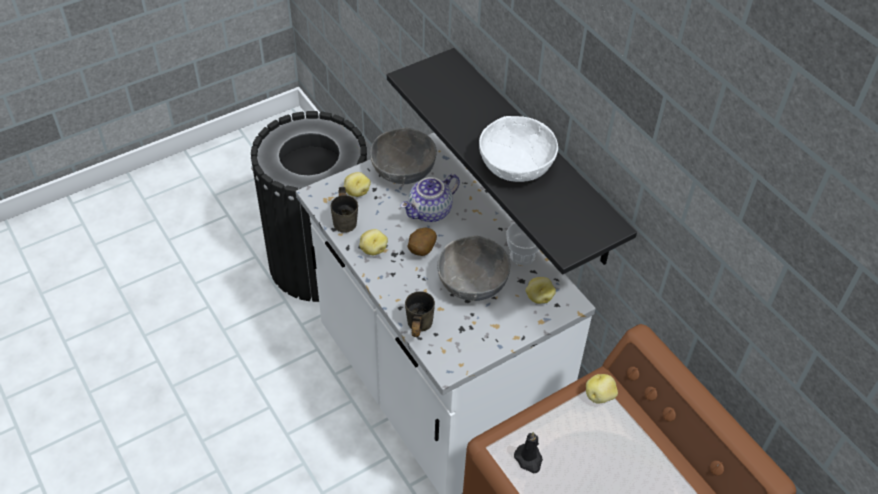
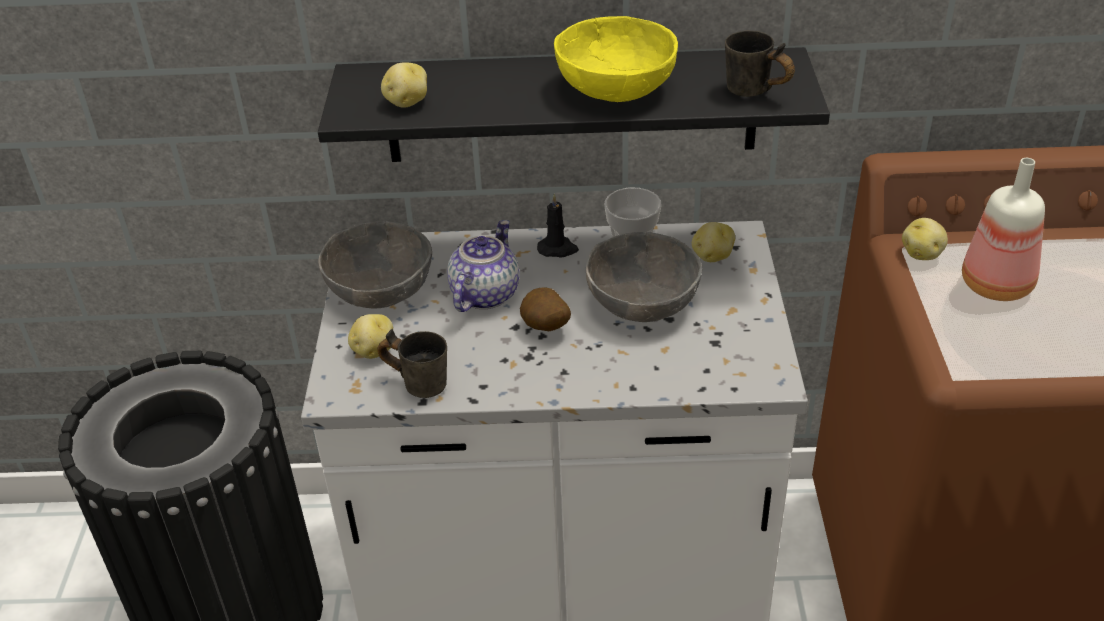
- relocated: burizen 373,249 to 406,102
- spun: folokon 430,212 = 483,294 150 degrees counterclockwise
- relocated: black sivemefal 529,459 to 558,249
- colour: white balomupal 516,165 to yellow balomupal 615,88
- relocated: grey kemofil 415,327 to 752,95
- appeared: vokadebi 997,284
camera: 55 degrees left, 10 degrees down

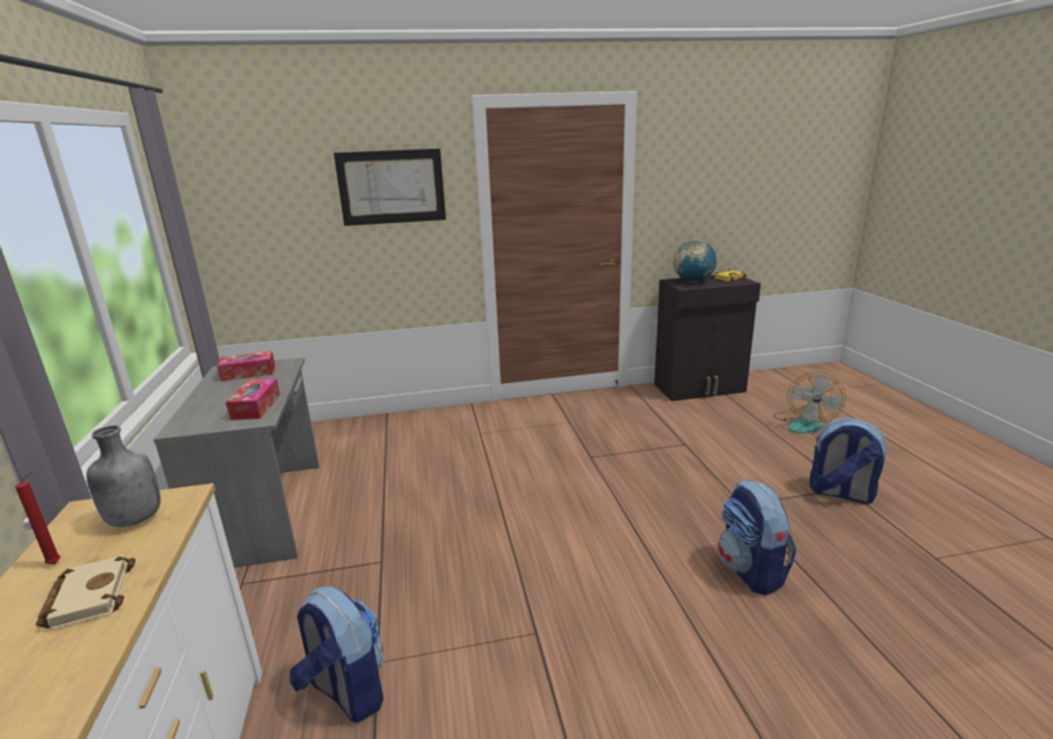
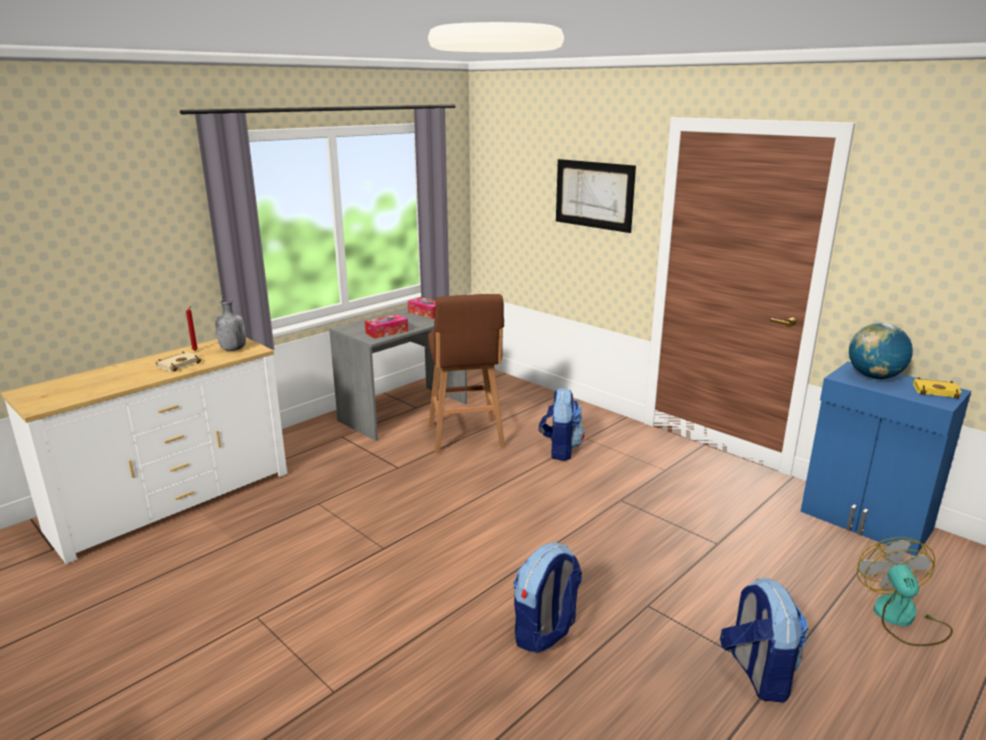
- appeared: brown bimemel 465,437
- relocated: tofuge 345,692 to 560,450
- colour: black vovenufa 700,388 to blue vovenufa 865,522
- spun: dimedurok 804,423 = 901,618 105 degrees clockwise
camera: 55 degrees right, 0 degrees up

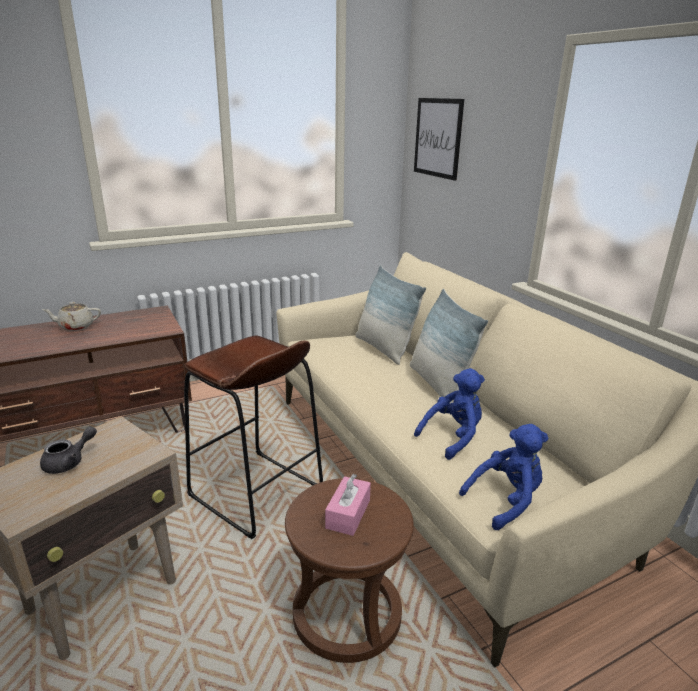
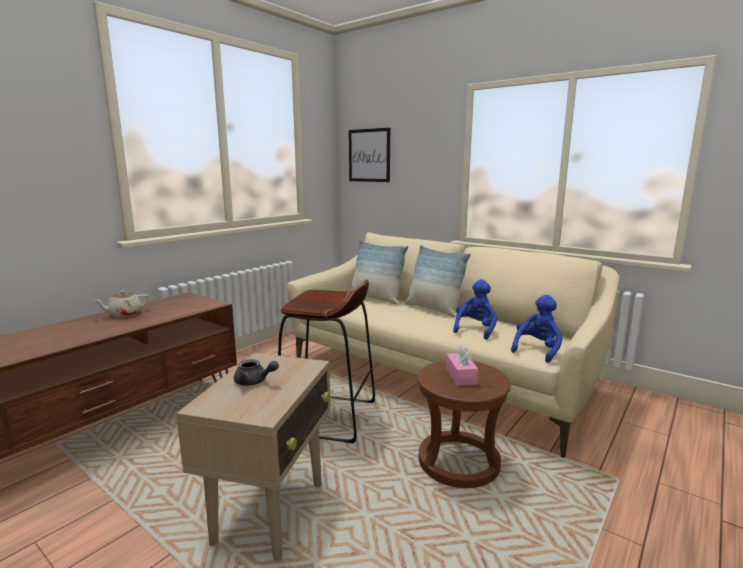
- spun: grey folokon 69,462 = 254,382 90 degrees clockwise
camera: 25 degrees left, 10 degrees down

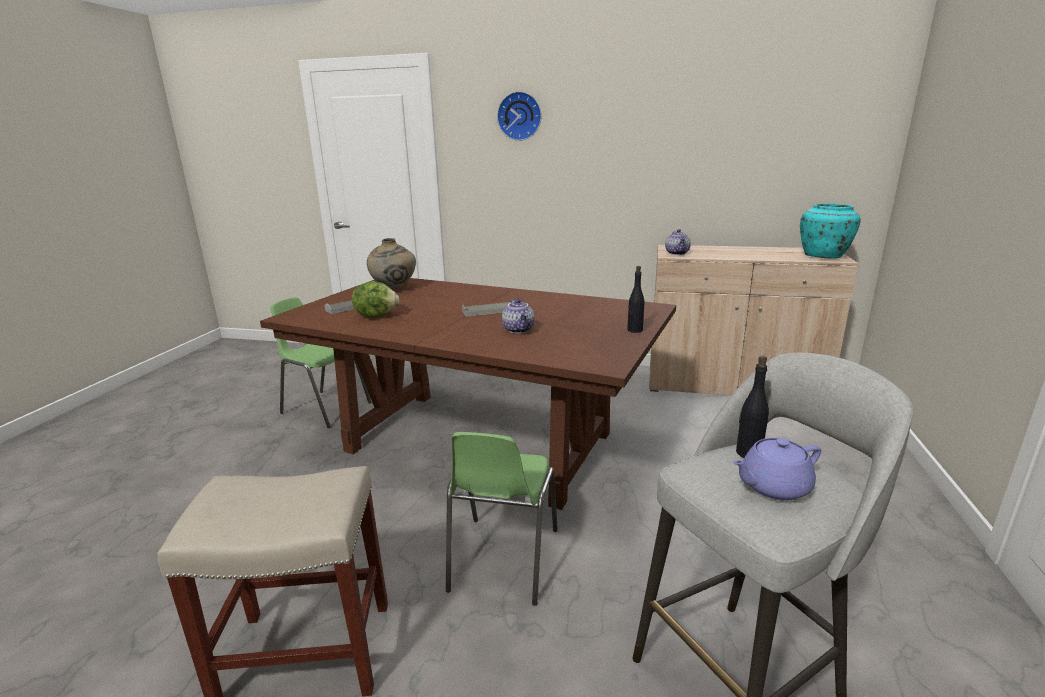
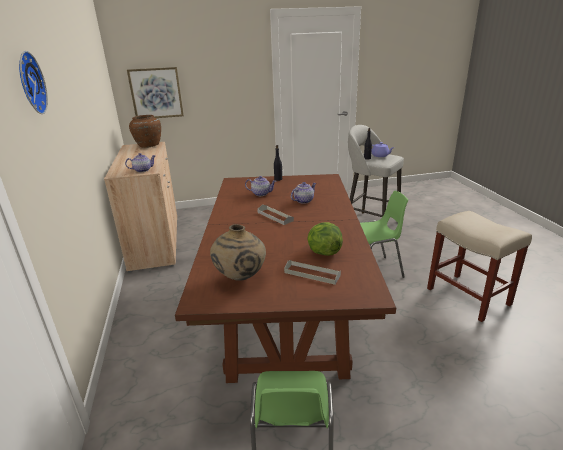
- appeared: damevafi 156,93
- colour: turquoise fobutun 824,256 to brown fobutun 148,145
- appeared: folokon 261,193
camera: 115 degrees left, 5 degrees up

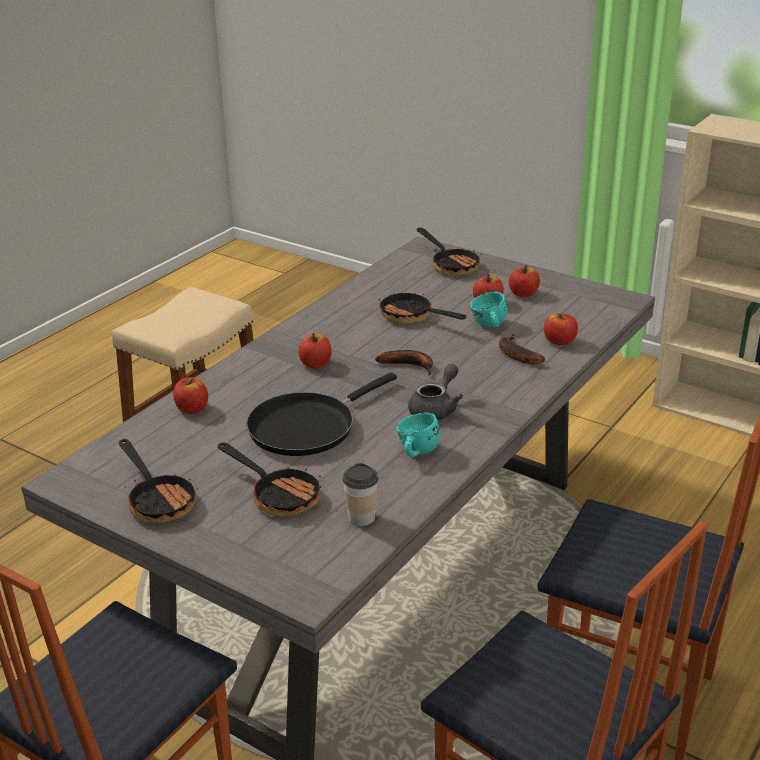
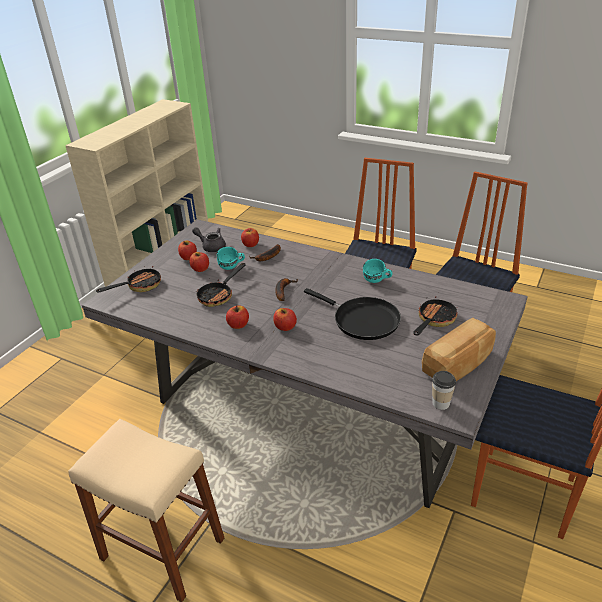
- relocated: grey folokon 436,409 to 211,246
- relocated: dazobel 192,409 to 238,325
- exchanged: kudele 158,500 to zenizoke 459,365
- relocated: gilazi 361,518 to 441,403
camera: 95 degrees left, 5 degrees up

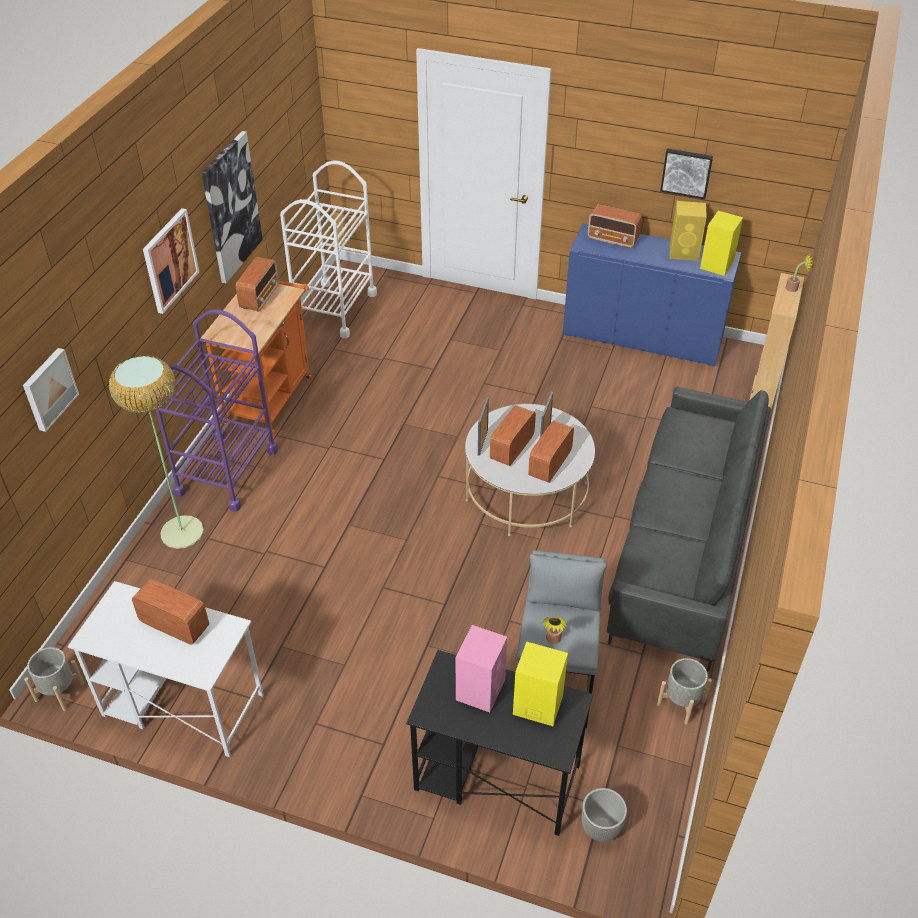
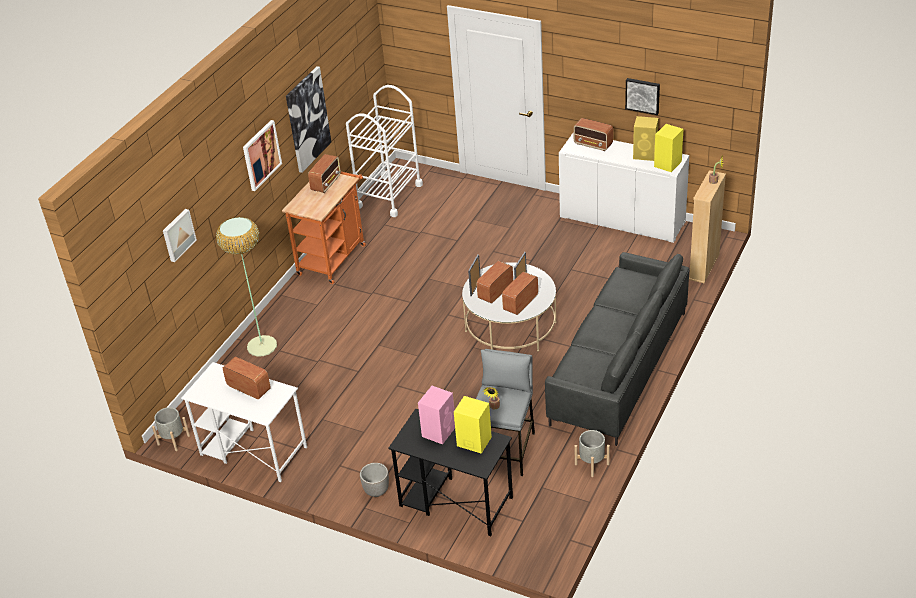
- relocated: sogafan 601,829 to 377,491
- colour: blue vovenufa 642,337 to white vovenufa 622,220
- missing: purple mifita 226,471
camera: 10 degrees right, 5 degrees down

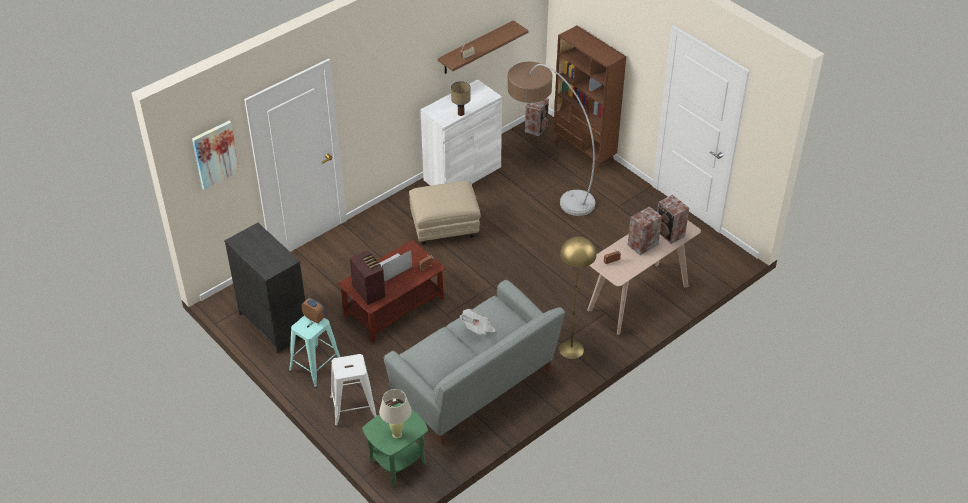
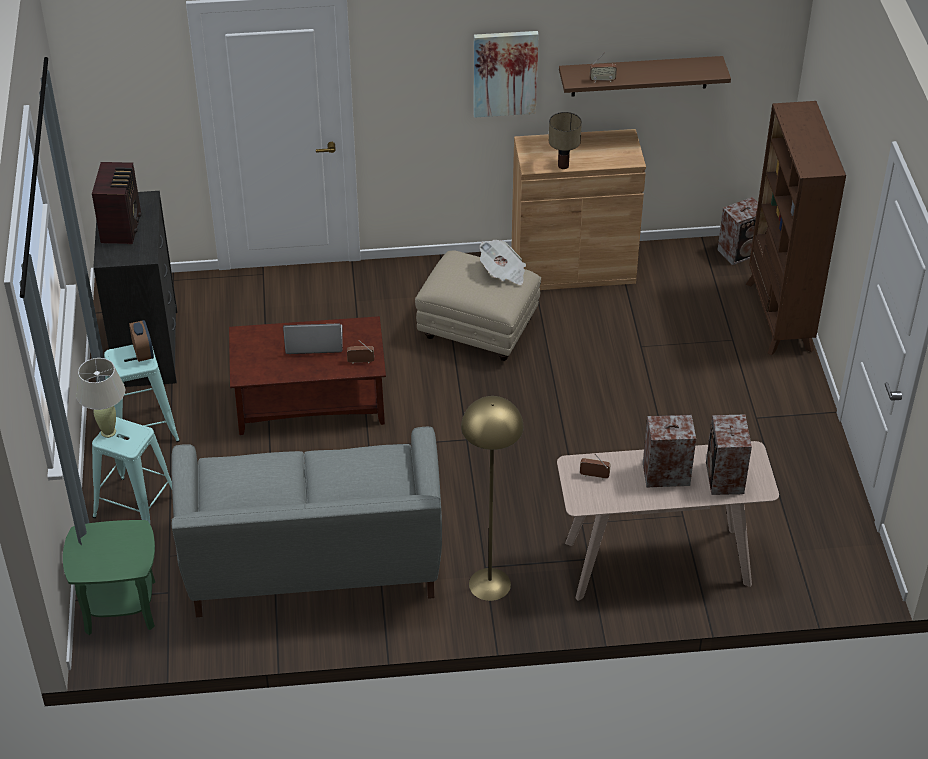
- relocated: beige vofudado 397,434 to 108,432
- relocated: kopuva 369,291 to 122,227
- colour: white bimemel 353,408 to turquoise bimemel 136,506
- relocated: damevafi 215,154 to 505,73
- relocated: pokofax 477,328 to 503,272
- colour: white vovenufa 462,173 to brown vovenufa 573,268
- missing: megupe 547,178
camera: 35 degrees right, 0 degrees up

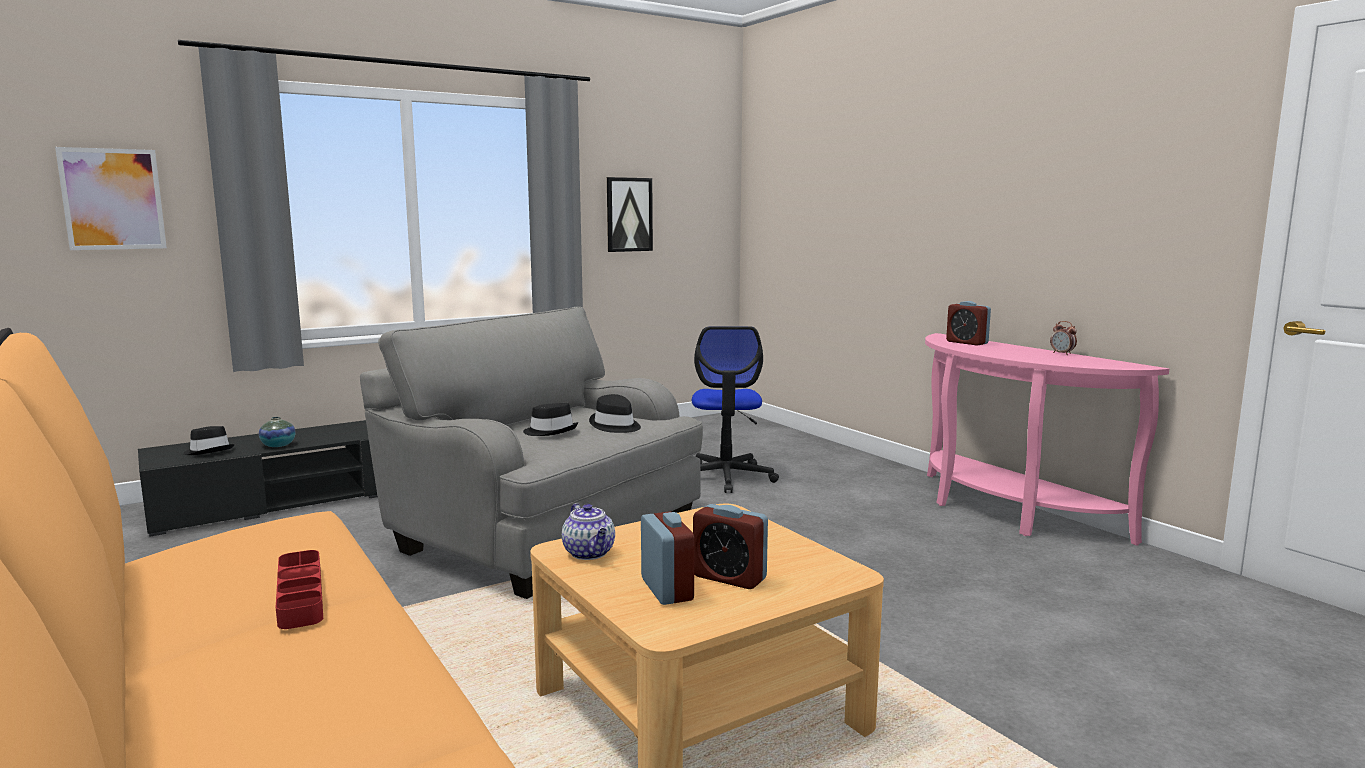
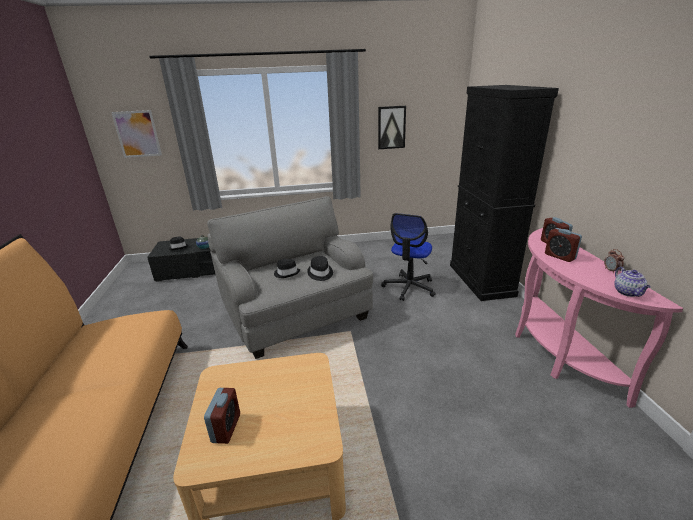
- appeared: black vovenufa 481,280
- relocated: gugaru 729,577 to 559,256
- relocated: folokon 590,553 to 628,292
- missing: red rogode 300,595
camera: 25 degrees right, 15 degrees up

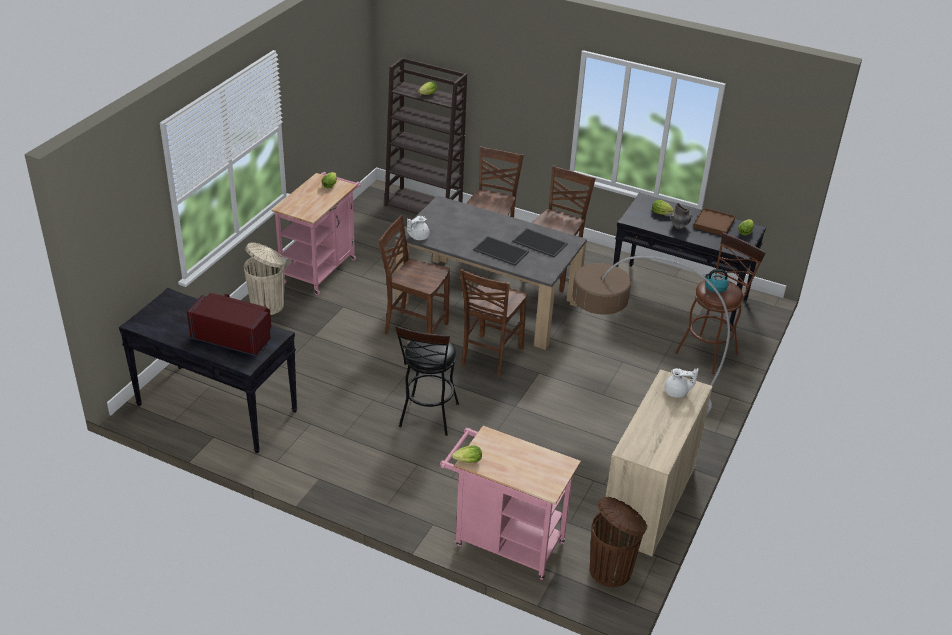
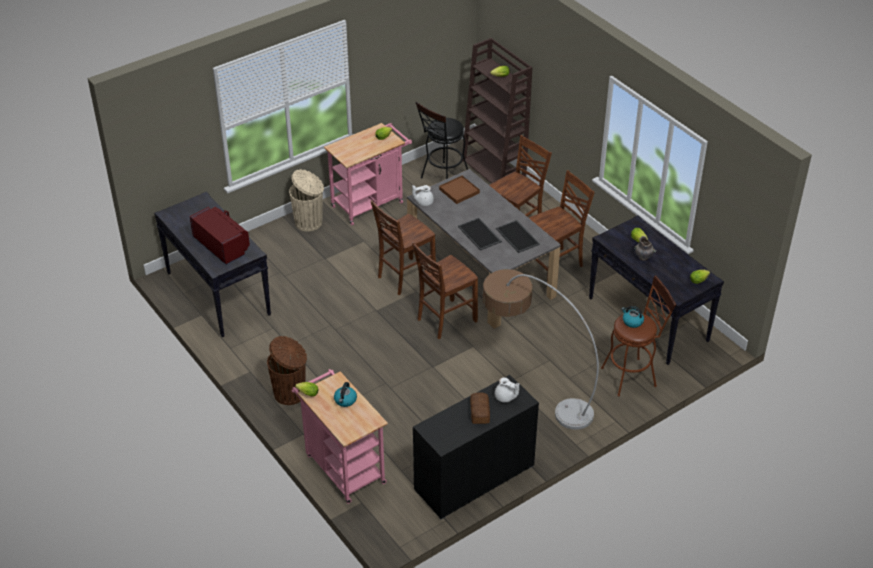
- relocated: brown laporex 611,570 to 291,393
- appeared: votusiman 345,400
- spun: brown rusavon 415,328 = 404,277 90 degrees counterclockwise
- colour: beige vovenufa 648,501 to black vovenufa 474,478
- relocated: black bimemel 428,418 to 442,178
- relocated: brown rogode 714,224 to 459,191
- appeared: zenizoke 479,412
camera: 30 degrees right, 5 degrees up

